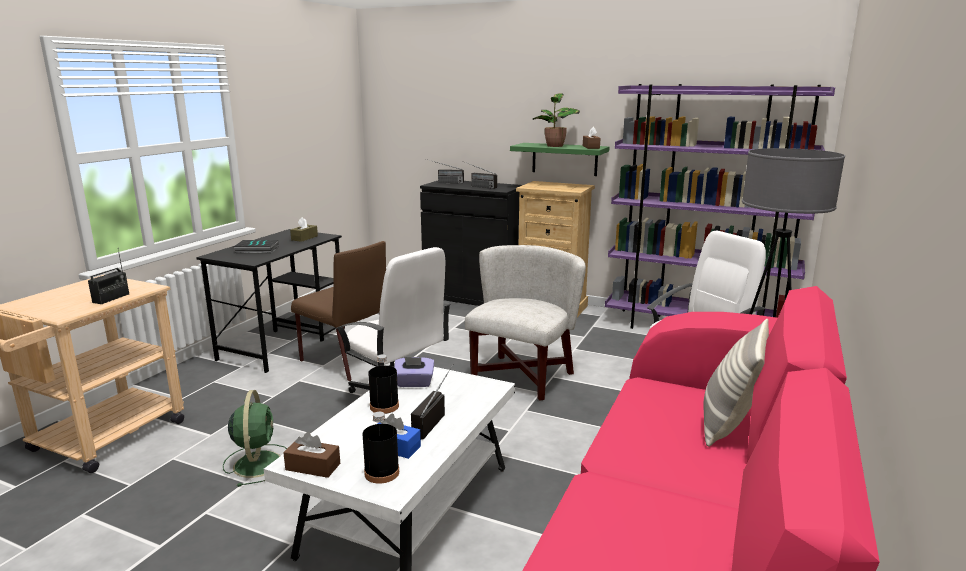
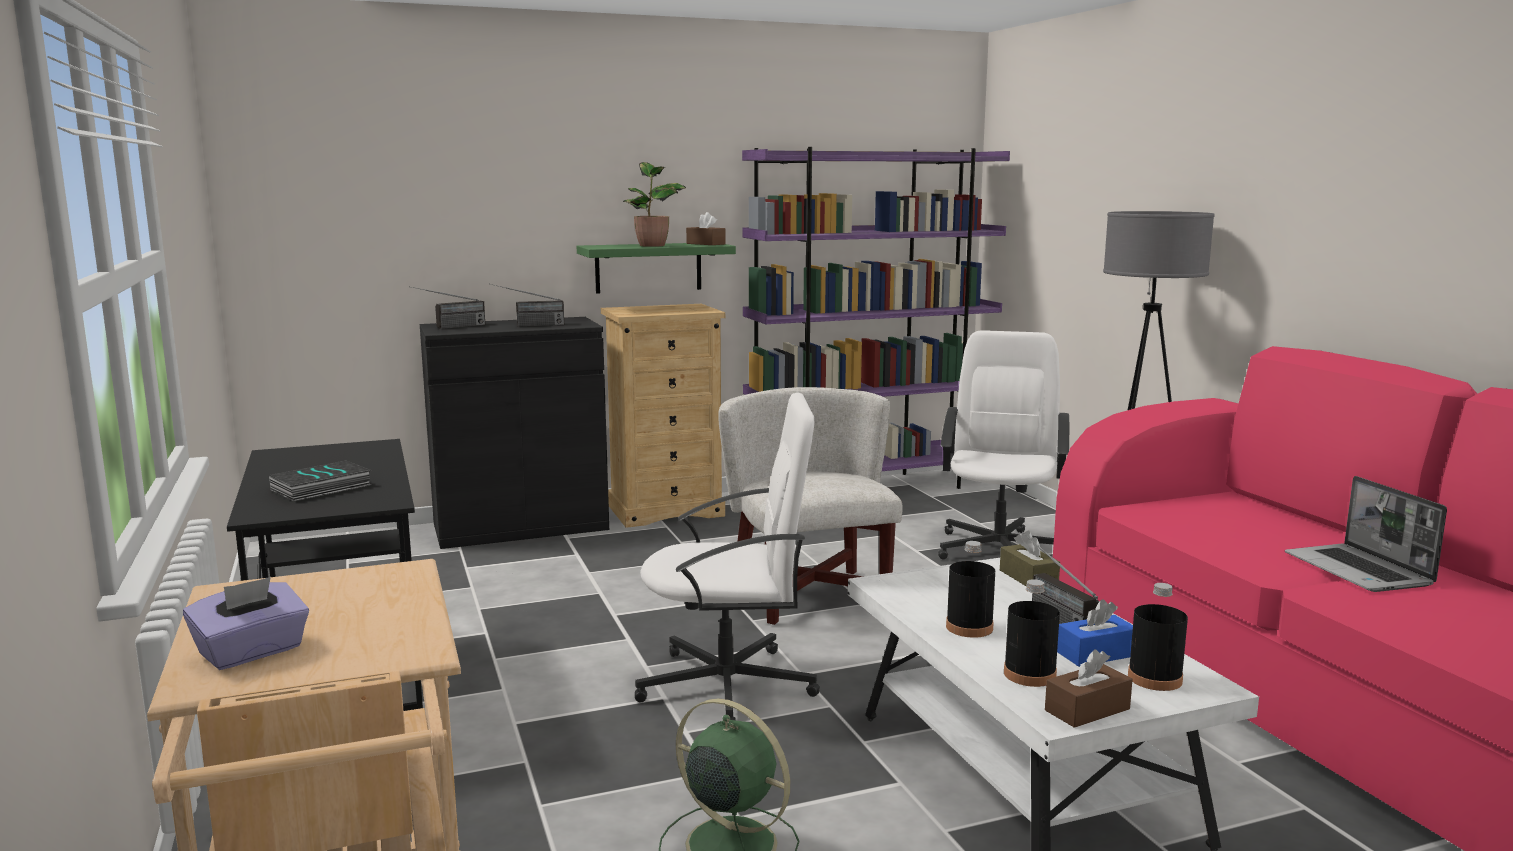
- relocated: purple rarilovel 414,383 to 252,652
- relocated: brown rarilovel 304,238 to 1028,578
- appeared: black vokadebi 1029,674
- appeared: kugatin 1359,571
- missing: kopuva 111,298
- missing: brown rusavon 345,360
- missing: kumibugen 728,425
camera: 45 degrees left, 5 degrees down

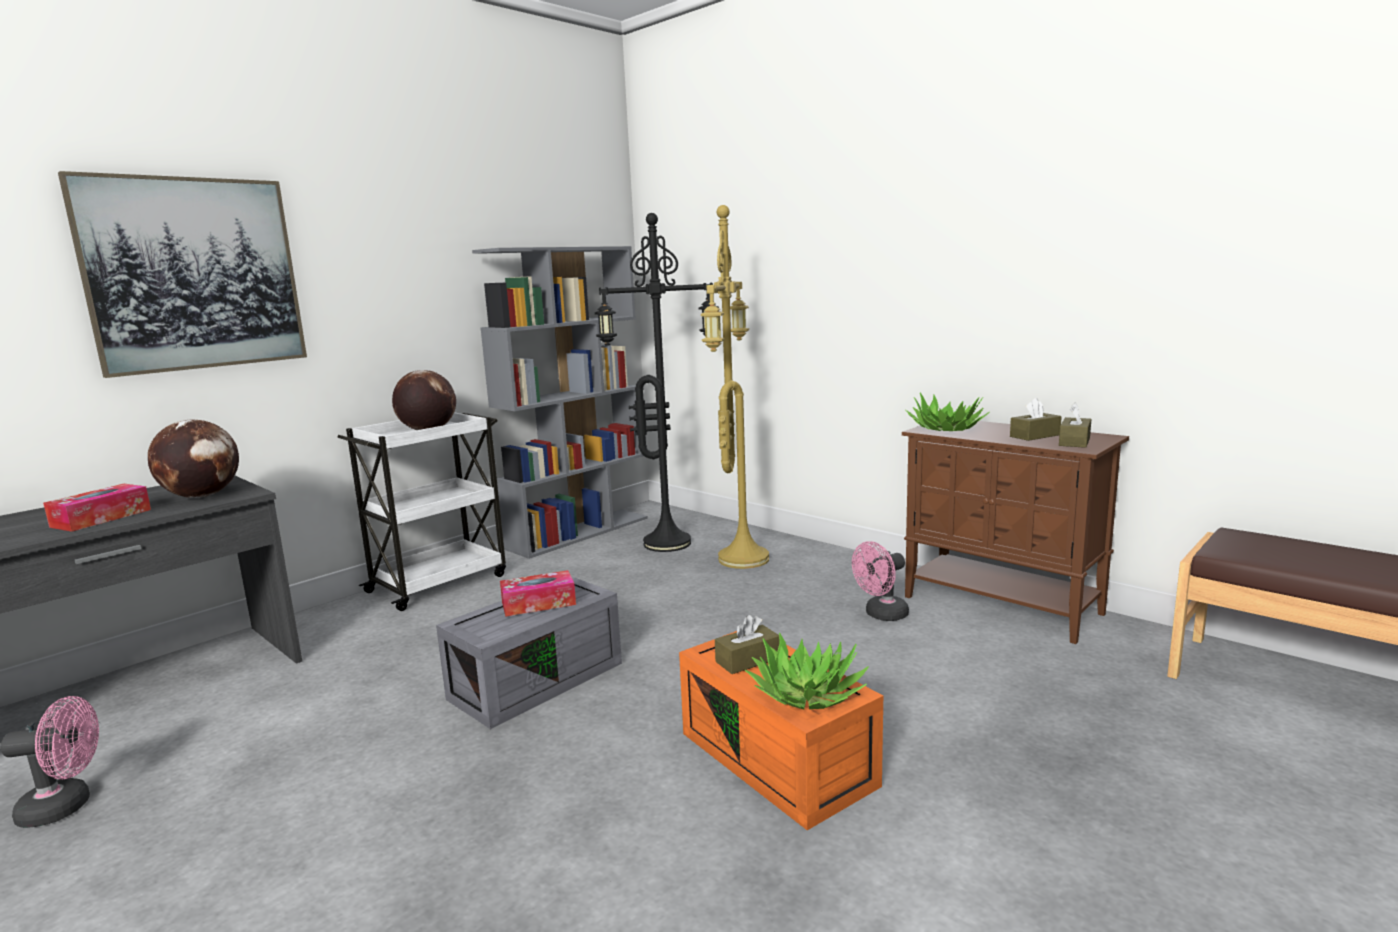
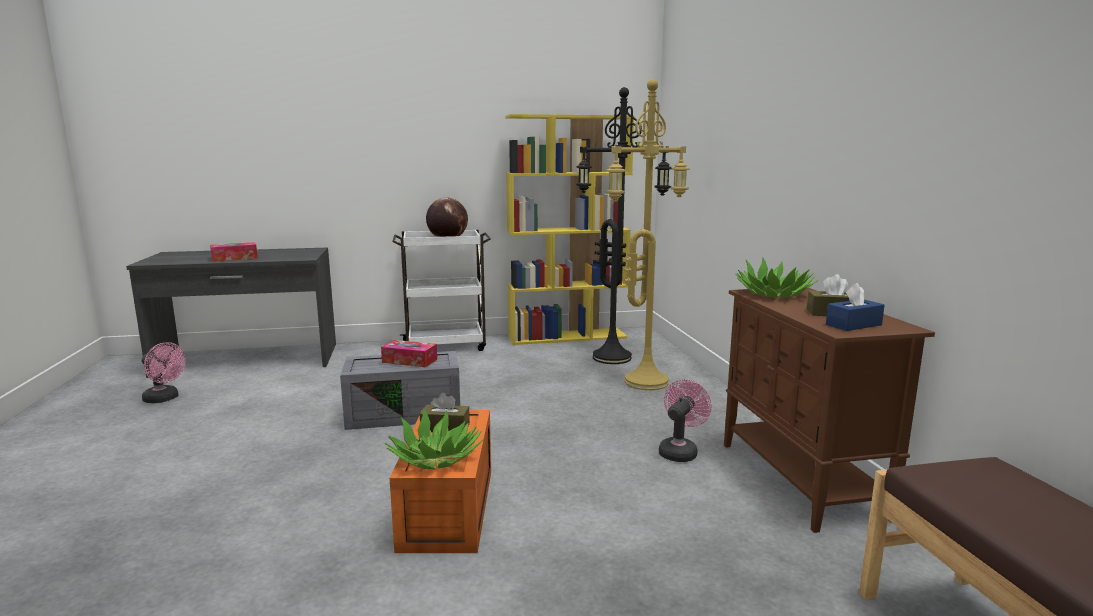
- colour: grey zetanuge 579,532 to yellow zetanuge 567,336
- spun: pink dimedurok 881,615 = 680,451 120 degrees clockwise
- colour: brown rarilovel 1074,442 to blue rarilovel 853,325
- missing: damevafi 194,274
- missing: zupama 202,496
camera: 35 degrees right, 0 degrees up

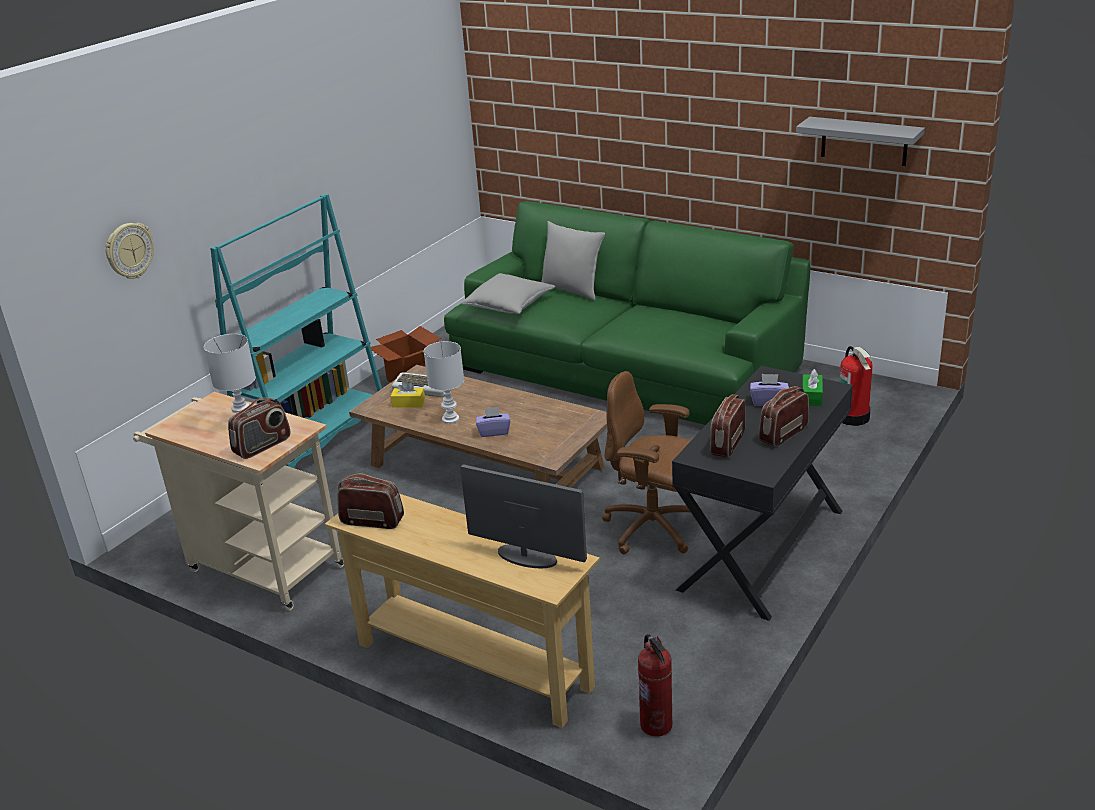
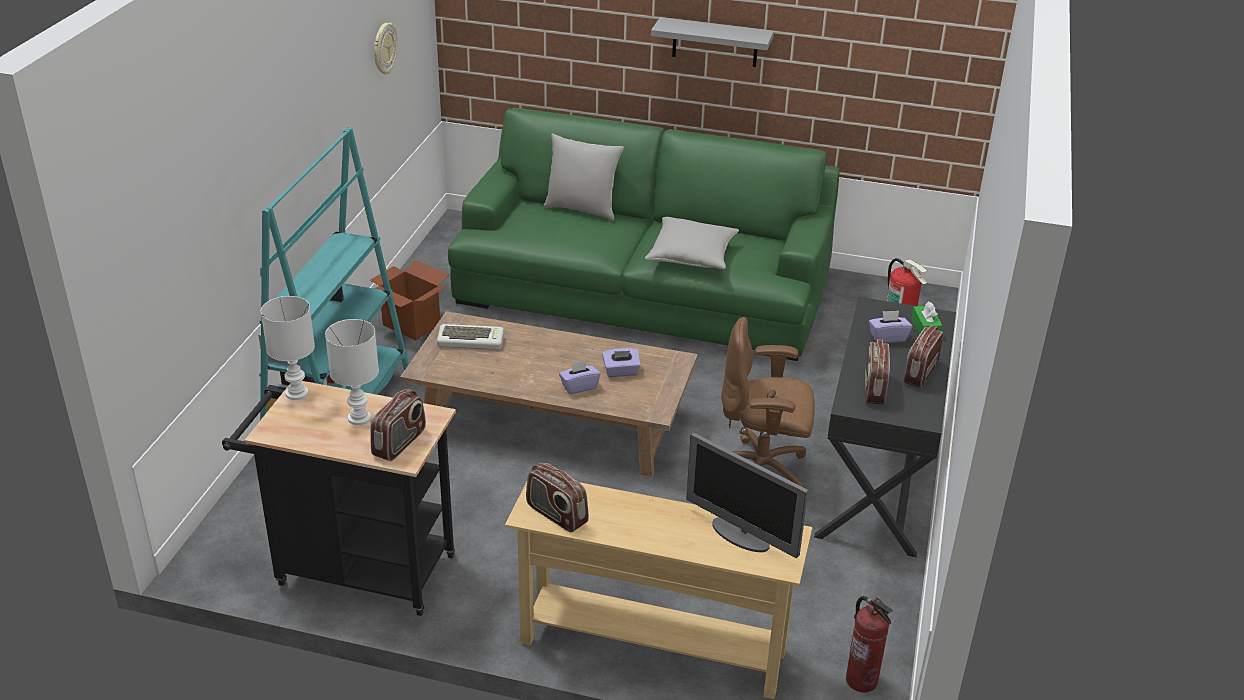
- colour: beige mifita 258,566 to black mifita 356,569
- relocated: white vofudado 451,419 to 297,393
- relocated: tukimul 129,251 to 384,48
- spun: kopuva 372,521 = 556,515 135 degrees counterclockwise
- appeared: purple rarilovel 621,372
- relocated: grey kumibugen 509,305 to 692,255
- relocated: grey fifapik 864,141 to 715,42
- spun: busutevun 526,557 = 741,535 150 degrees counterclockwise
- missing: yellow rarilovel 408,403
camera: 20 degrees left, 5 degrees up

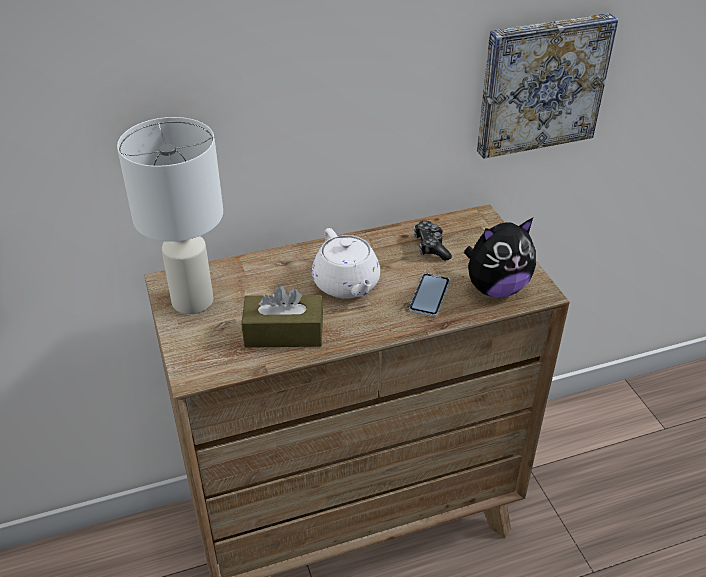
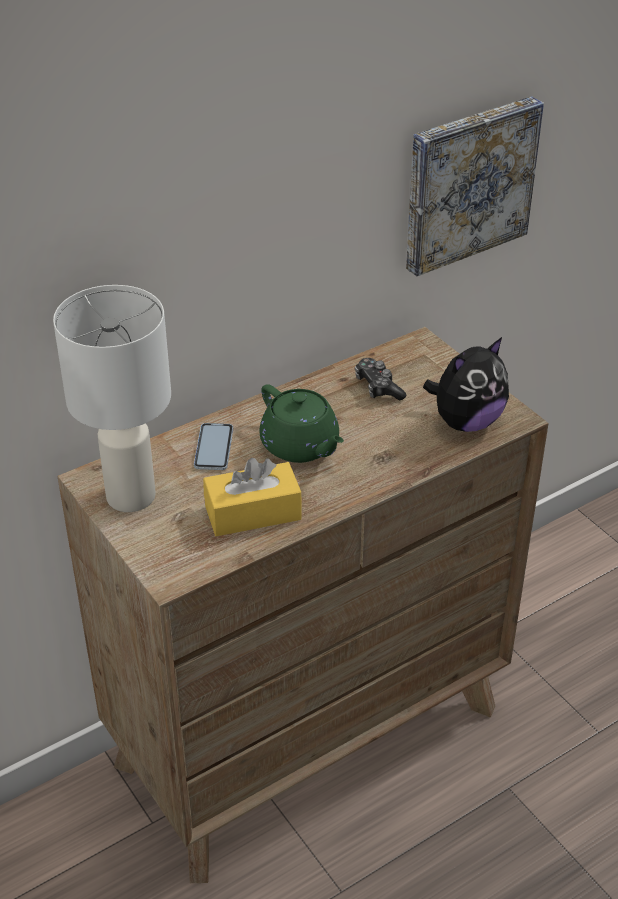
- relocated: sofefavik 429,296 to 214,448
- colour: brown rarilovel 284,333 to yellow rarilovel 253,513
- colour: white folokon 346,284 to green folokon 301,446
camera: 15 degrees left, 0 degrees up

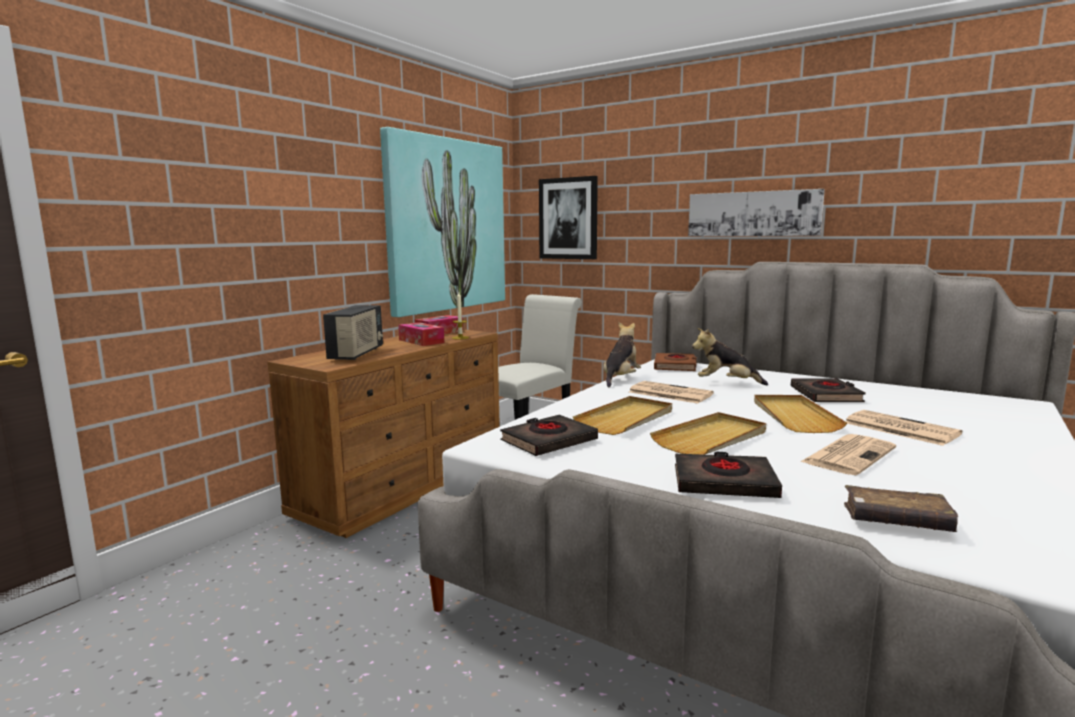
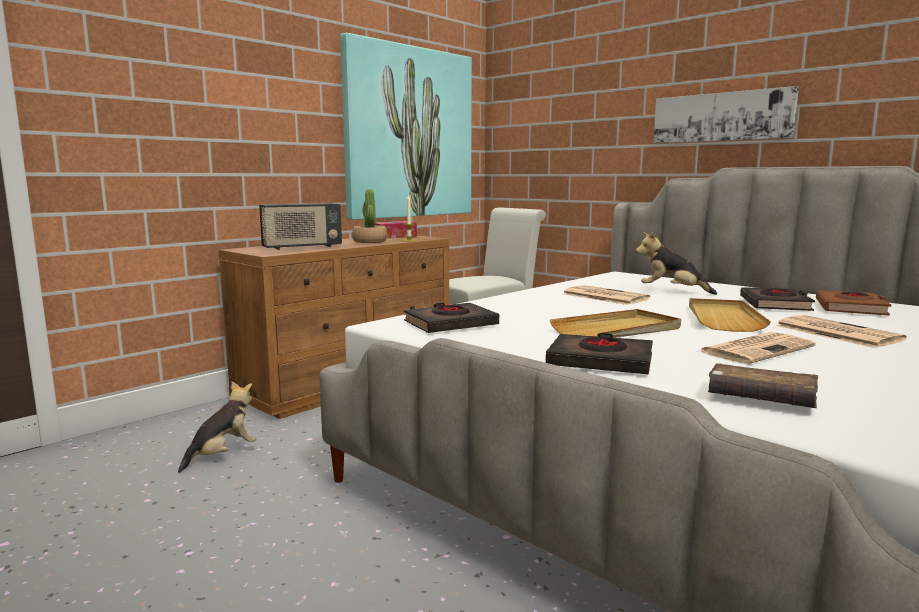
- relocated: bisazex 620,379 to 222,455
- spun: kopuva 357,354 = 302,247 45 degrees clockwise
- exchanged: rarilovel 421,341 to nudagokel 369,241
- relocated: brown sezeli 675,366 to 850,308
- missing: damevafi 568,218
- missing: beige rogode 626,419
camera: 10 degrees right, 0 degrees up

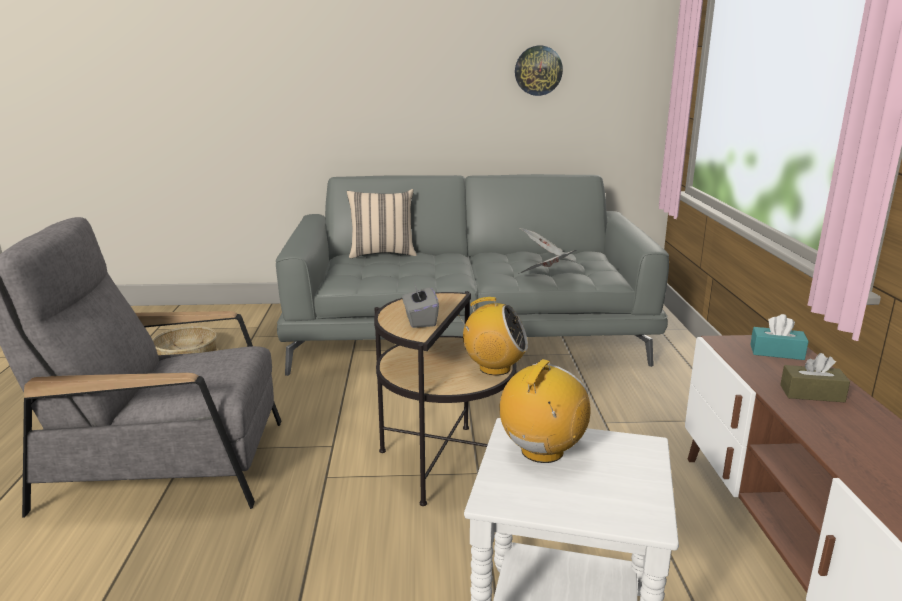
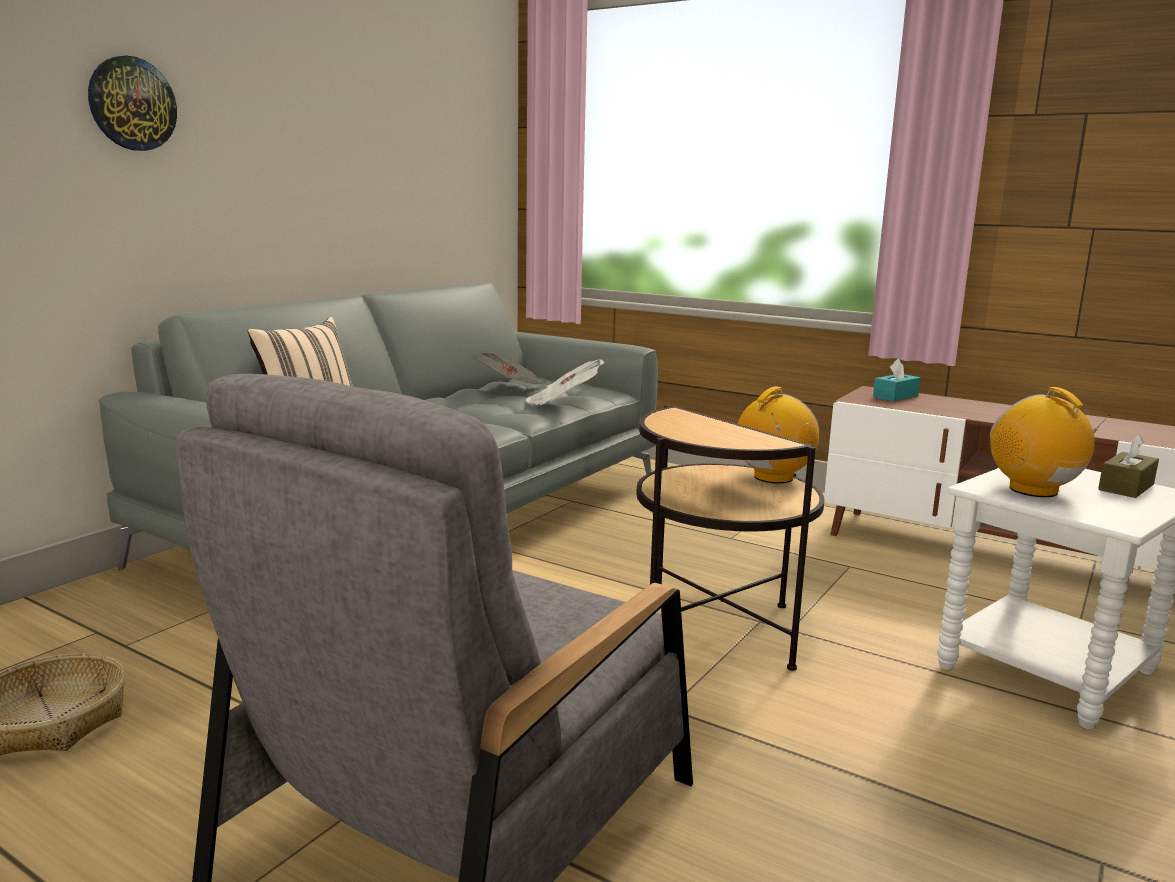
- relocated: tukimul 538,70 to 132,104
- relocated: brown rarilovel 812,393 to 1126,487
- missing: grey rarilovel 420,320
camera: 55 degrees left, 5 degrees down

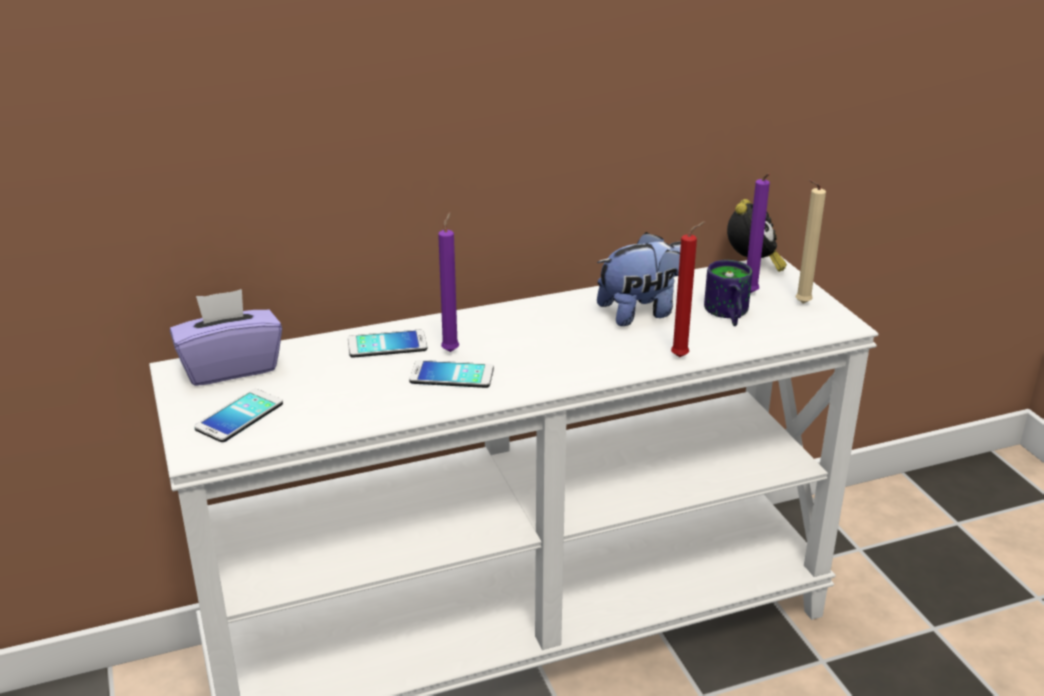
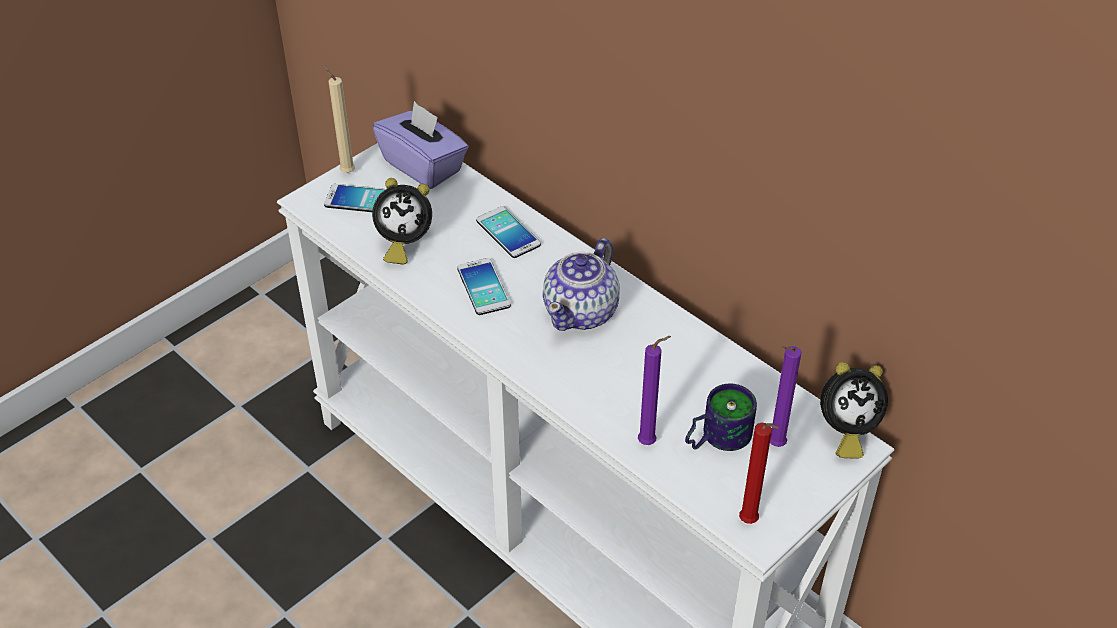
- relocated: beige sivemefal 800,304 to 346,171
- appeared: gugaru 403,244
- appeared: folokon 582,312
- relocated: purple sivemefal 451,350 to 649,442
- relocated: red sivemefal 682,357 to 750,523
- missing: bisazex 643,312
camera: 65 degrees right, 15 degrees up

